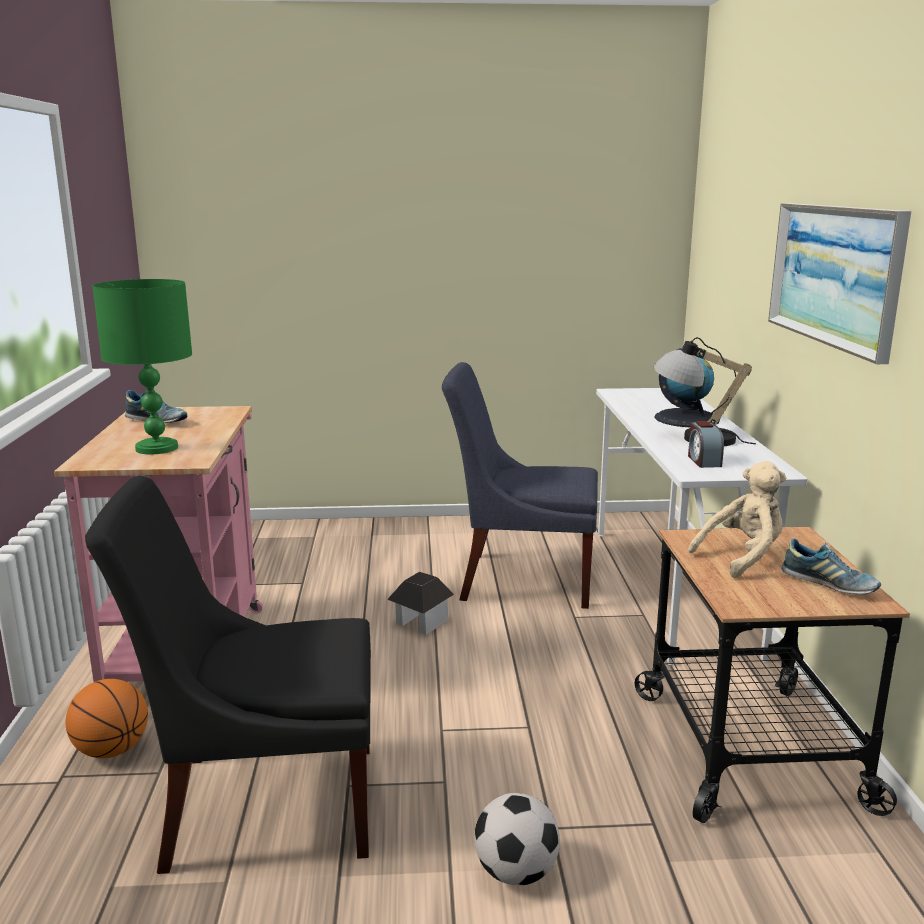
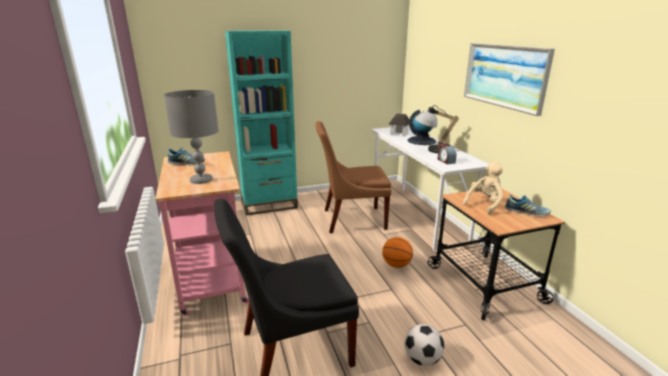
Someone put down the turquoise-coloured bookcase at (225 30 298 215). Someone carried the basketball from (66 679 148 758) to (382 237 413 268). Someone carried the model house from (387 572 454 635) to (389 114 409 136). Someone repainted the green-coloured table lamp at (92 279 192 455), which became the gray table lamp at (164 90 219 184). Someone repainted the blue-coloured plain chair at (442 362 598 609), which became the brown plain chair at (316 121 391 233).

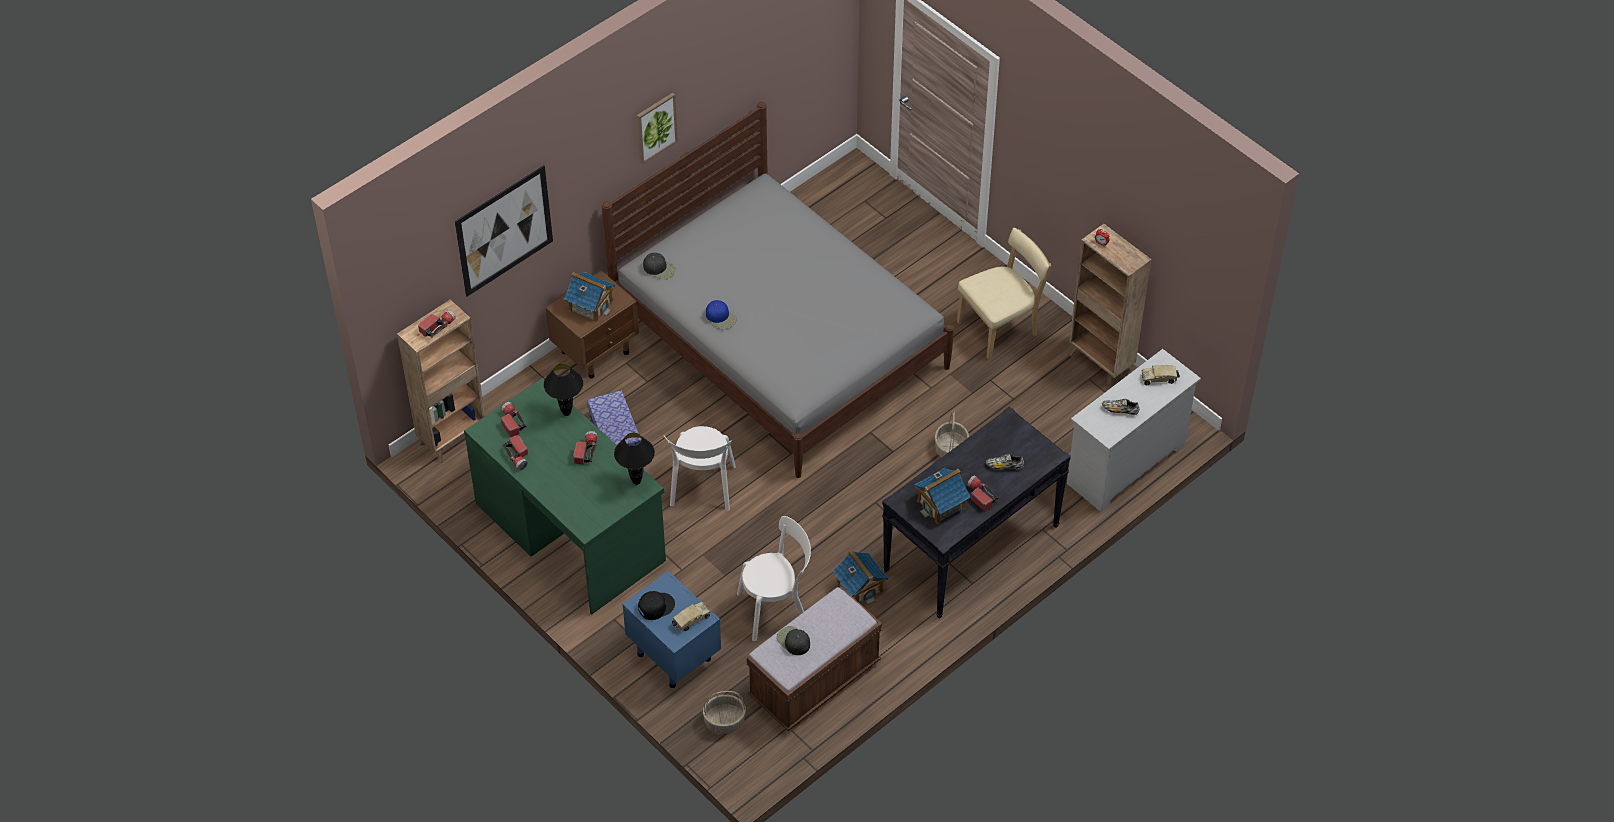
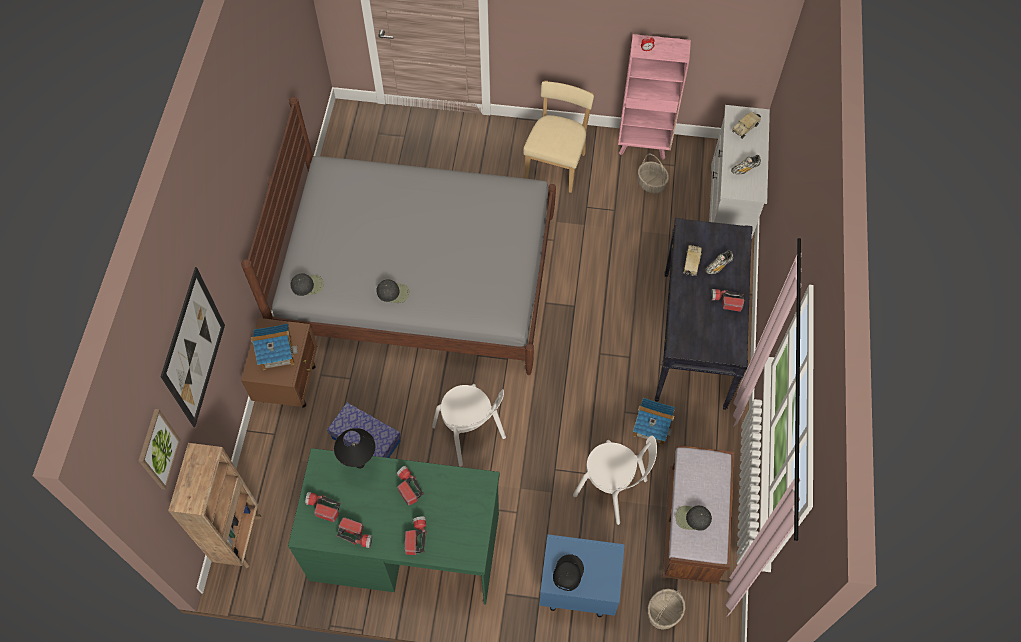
Someone took away the black table lamp at (614 433 655 485). Someone took away the model house at (914 468 970 524). Someone carried the hand torch from (418 310 456 337) to (404 516 427 555). Someone carried the wall picture from (637 93 678 164) to (138 409 180 489). Someone carried the toy lorry from (672 602 711 631) to (683 245 702 276). Someone carried the basket from (935 411 969 458) to (638 154 669 194). Someone repainted the blue-coloured baseball cap at (706 300 737 330), which became the black baseball cap at (376 279 409 303). Someone repainted the brown bookcase at (1069 224 1151 386), which became the pink-coloured bookcase at (618 34 691 159). Someone rotated the white plain chair at (737 516 811 641) by 90 degrees clockwise.

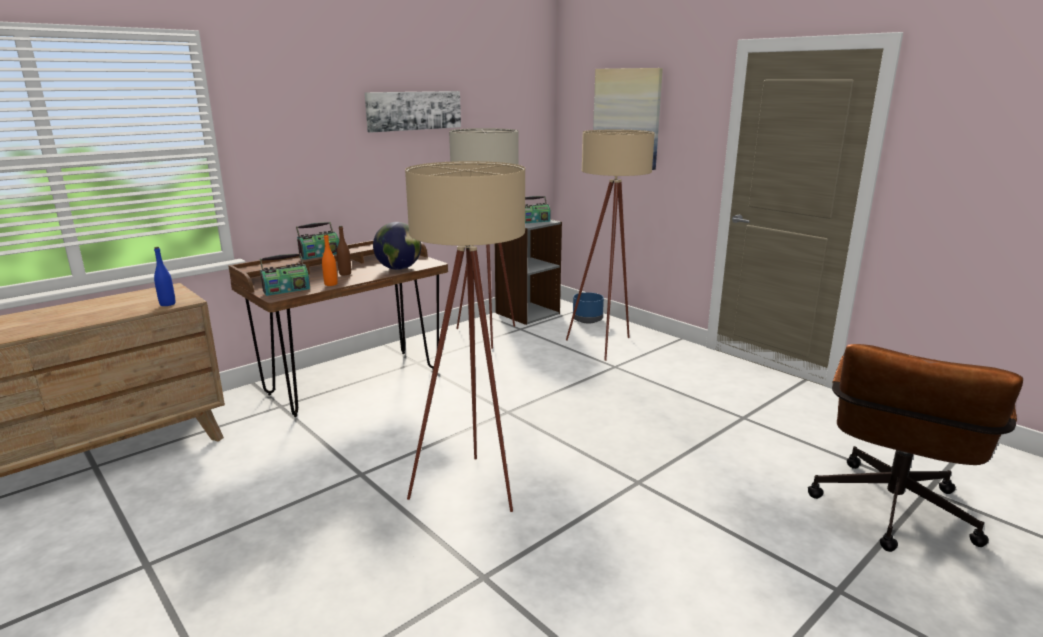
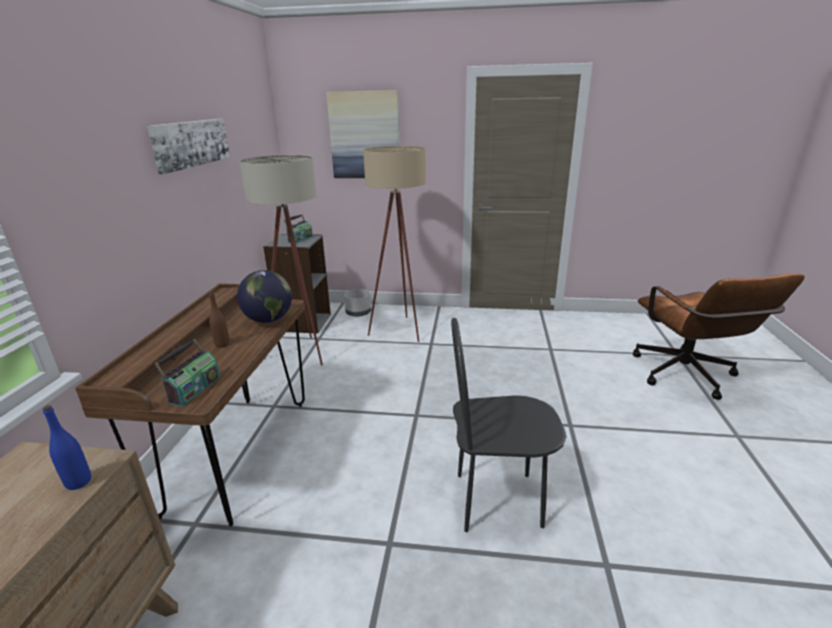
Someone took away the radio at (296 222 339 260). Someone took away the orange-coloured bottle at (322 234 338 286). Someone swapped the beige-coloured standing lamp at (405 161 525 512) for the black plain chair at (451 318 567 532). Someone repainted the blue-coloured planter at (573 292 604 323), which became the gray planter at (344 289 371 317).

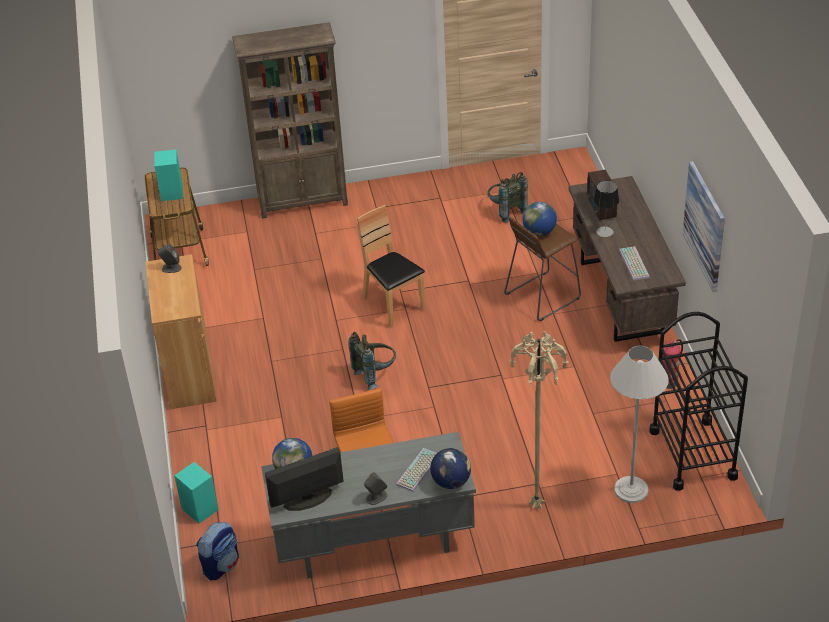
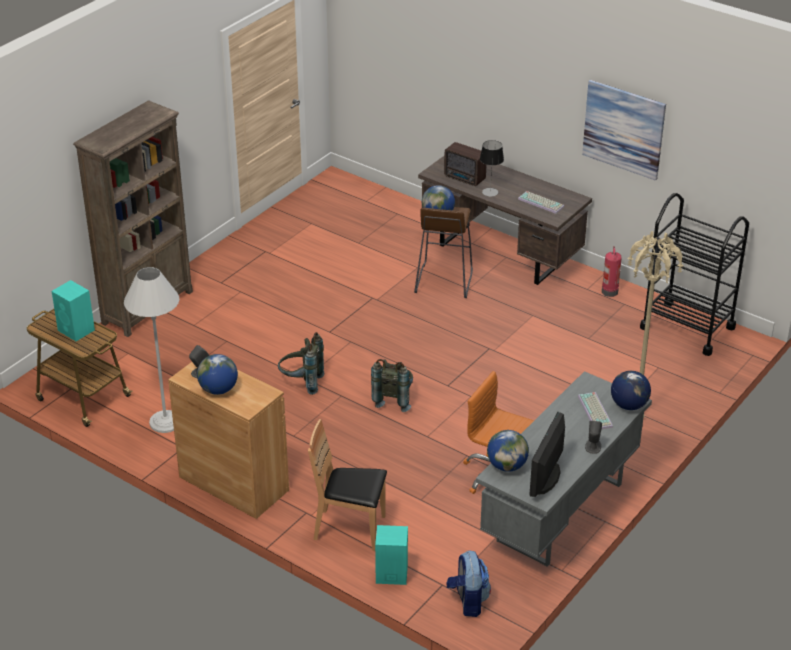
Someone put down the world globe at (197 354 238 395). Someone carried the brown plain chair from (357 205 425 328) to (308 419 387 551). Someone carried the gray backpack from (487 172 528 223) to (278 332 325 395). Someone carried the white standing lamp from (610 345 669 503) to (124 267 179 433).

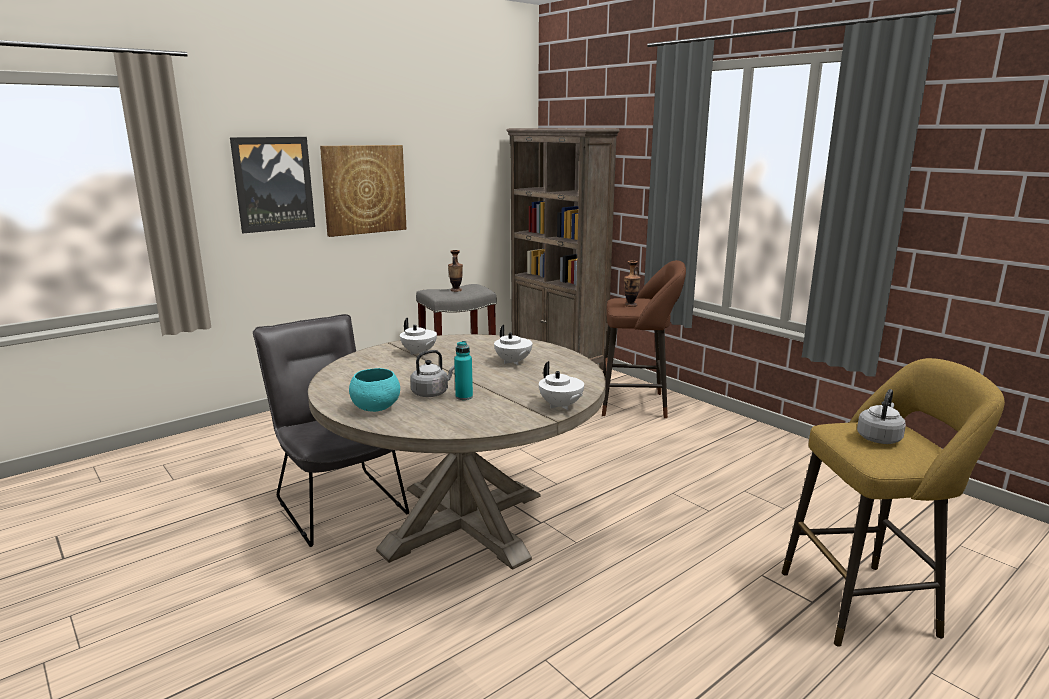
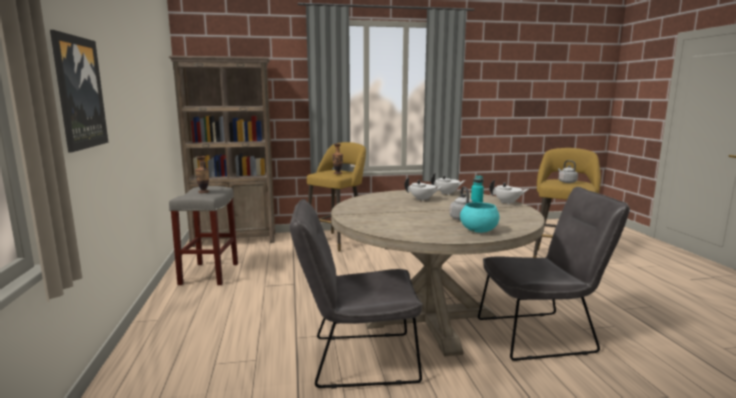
Someone took away the wall picture at (320 145 406 237). Someone put down the gray plain chair at (478 187 630 361). Someone carried the white tea pot from (400 318 437 355) to (431 173 466 195). Someone repainted the brown stool at (602 260 686 418), which became the yellow stool at (307 142 366 251).

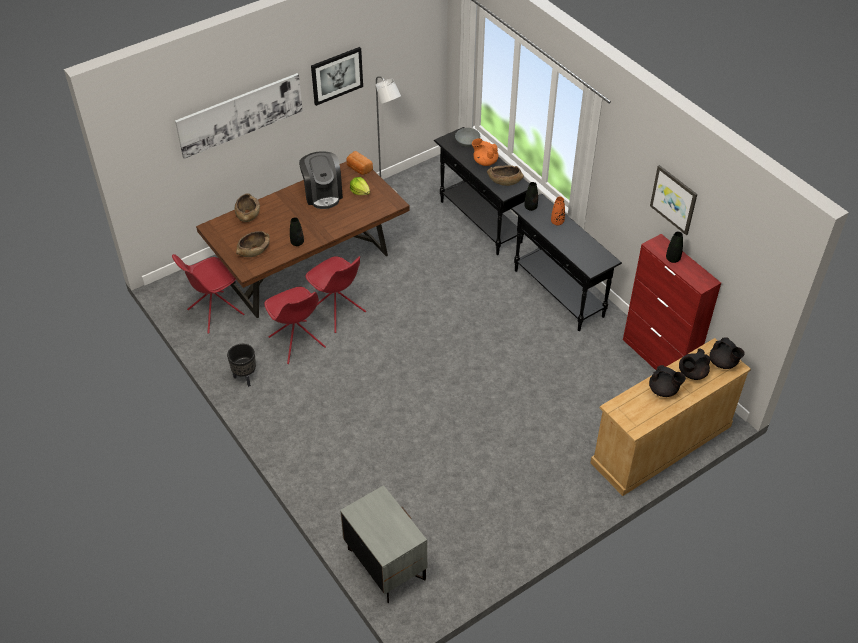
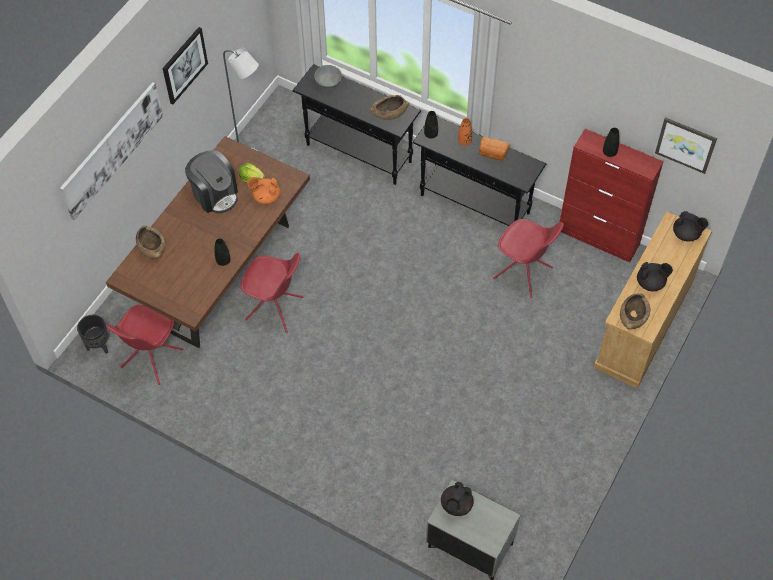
Someone carried the black planter from (227 344 256 387) to (77 315 108 354). Someone carried the brown bowl from (236 231 270 257) to (620 293 650 330). Someone carried the red-coloured plain chair from (264 287 326 364) to (493 219 564 298). Someone carried the bread from (346 151 373 175) to (479 137 510 161). Someone carried the orange-coloured tea pot from (472 138 498 166) to (248 177 280 204). Someone carried the wall picture from (650 165 697 235) to (655 117 717 174). Someone carried the black tea pot from (679 349 710 380) to (441 482 474 516).

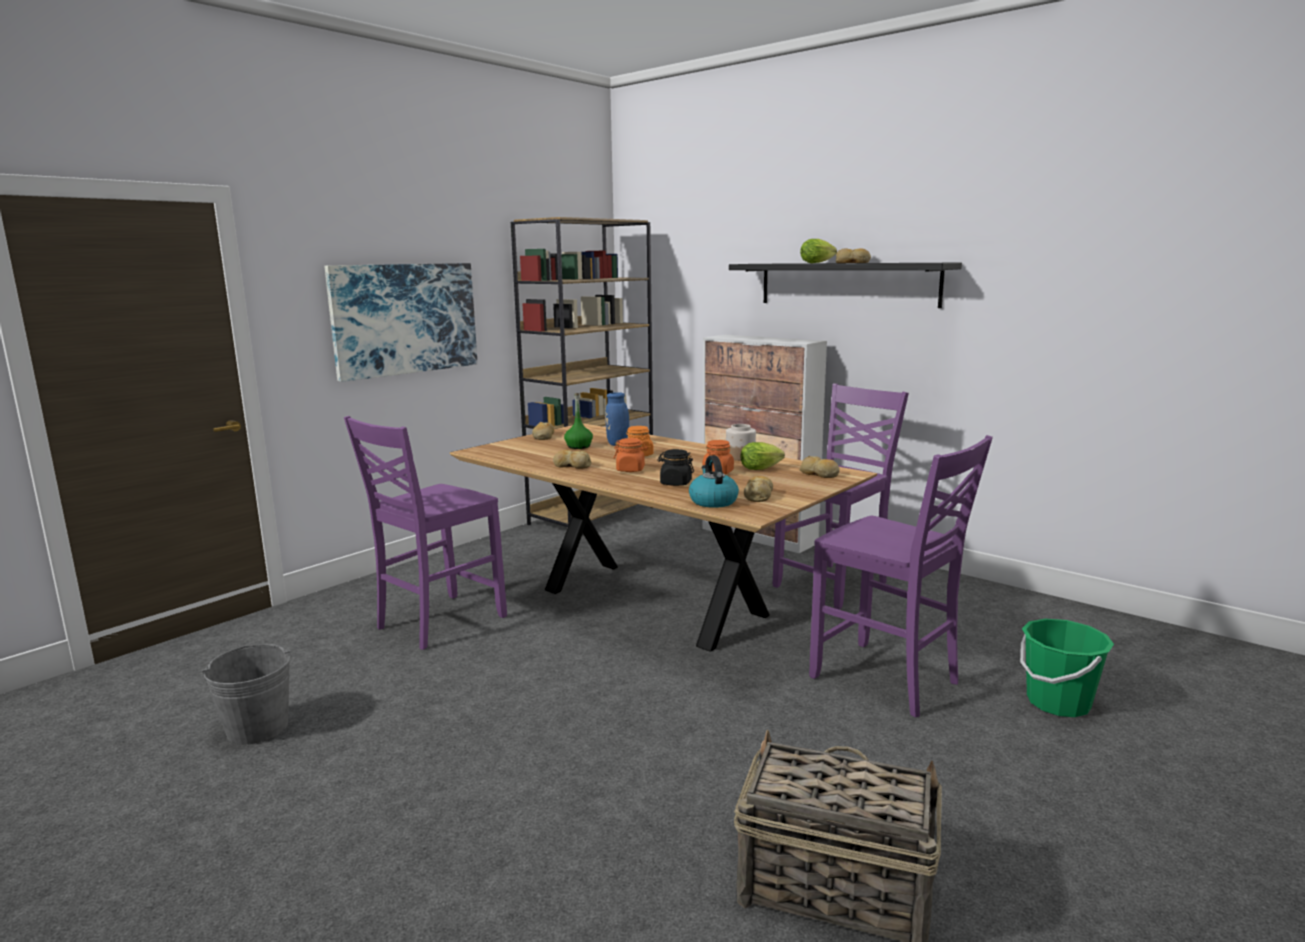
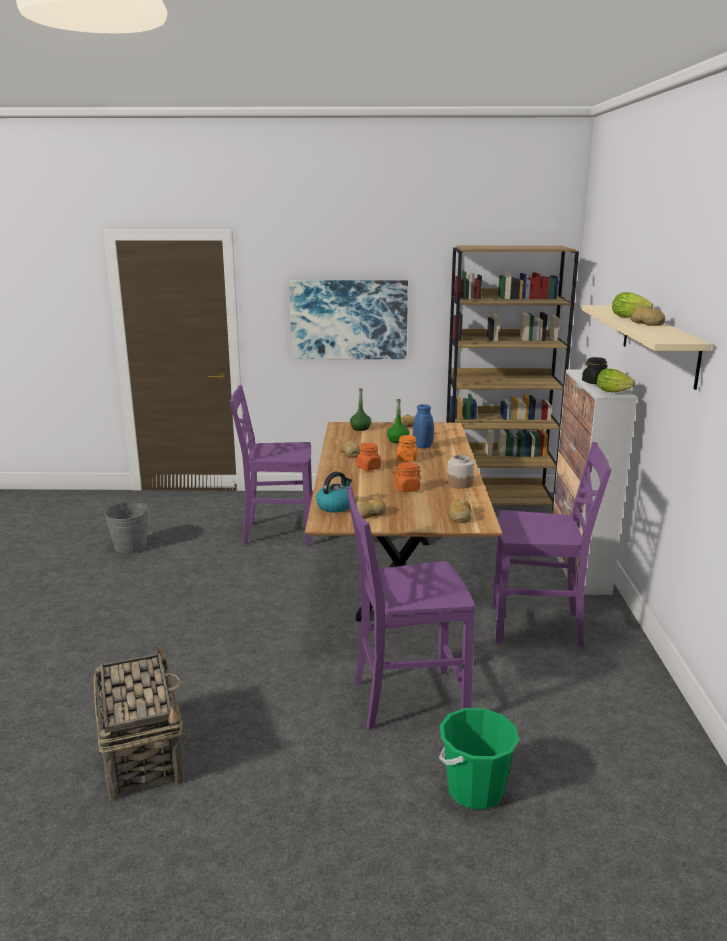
Someone put down the green-coloured bottle at (350 388 371 431). Someone carried the black jar from (657 449 694 486) to (582 357 607 384). Someone carried the lettuce head from (740 442 785 470) to (597 369 635 392). Someone repainted the black bracket shelf at (729 263 962 308), which became the beige-coloured bracket shelf at (582 305 712 390). Someone rotated the purplish plain chair at (809 435 993 718) by 75 degrees clockwise.

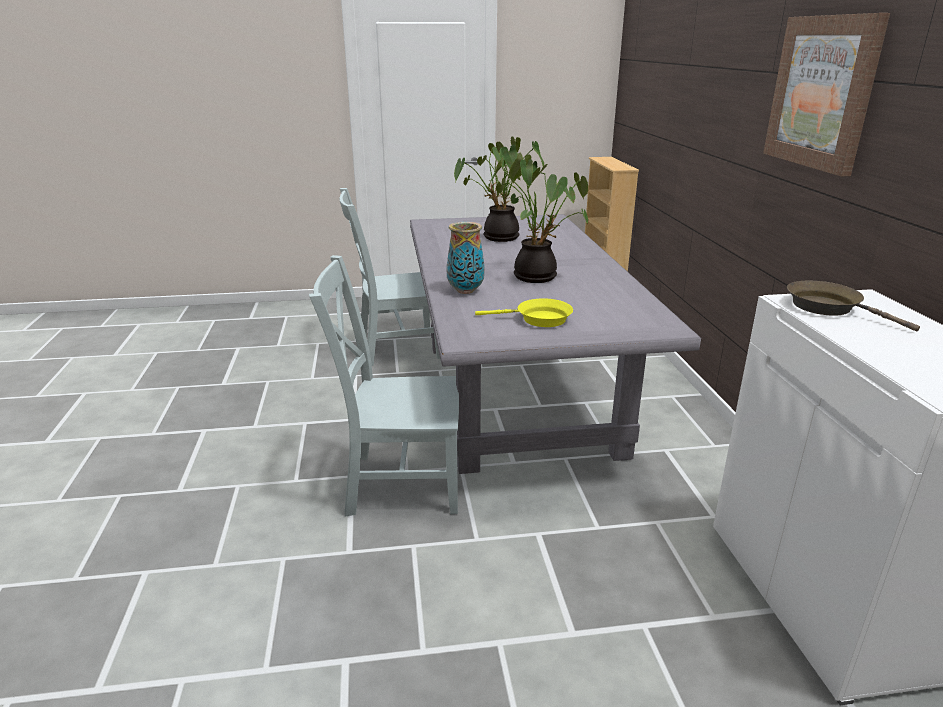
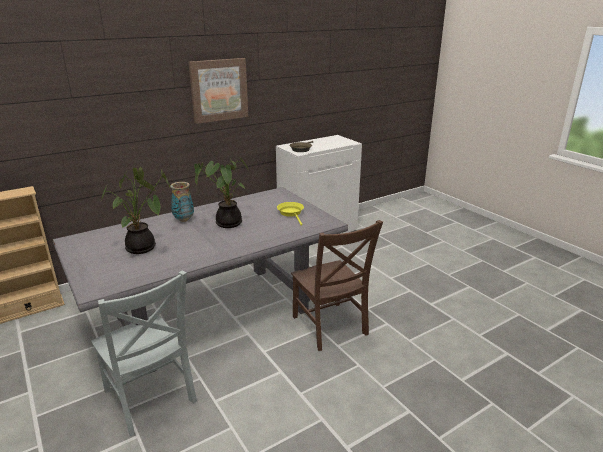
Someone carried the decorative vase from (446 222 485 294) to (170 182 194 222). Someone repainted the gray plain chair at (309 255 459 516), which became the brown plain chair at (291 220 383 351).

